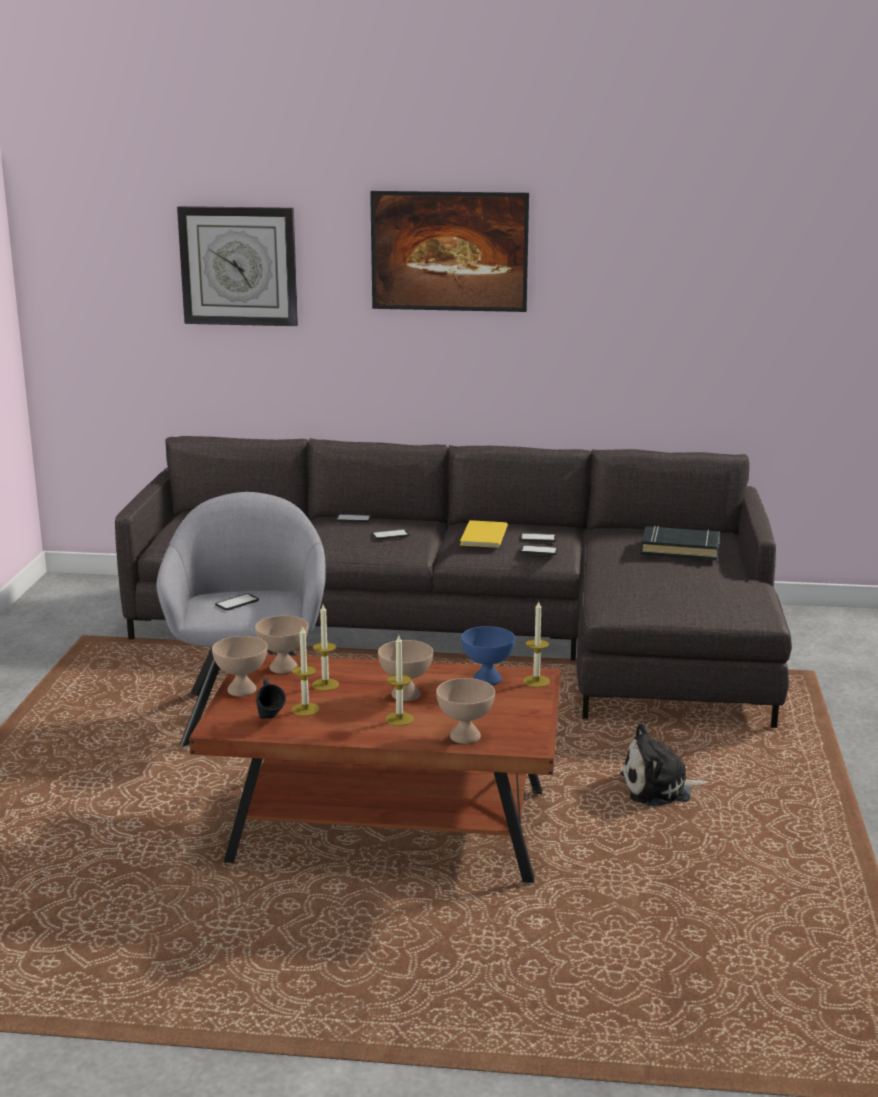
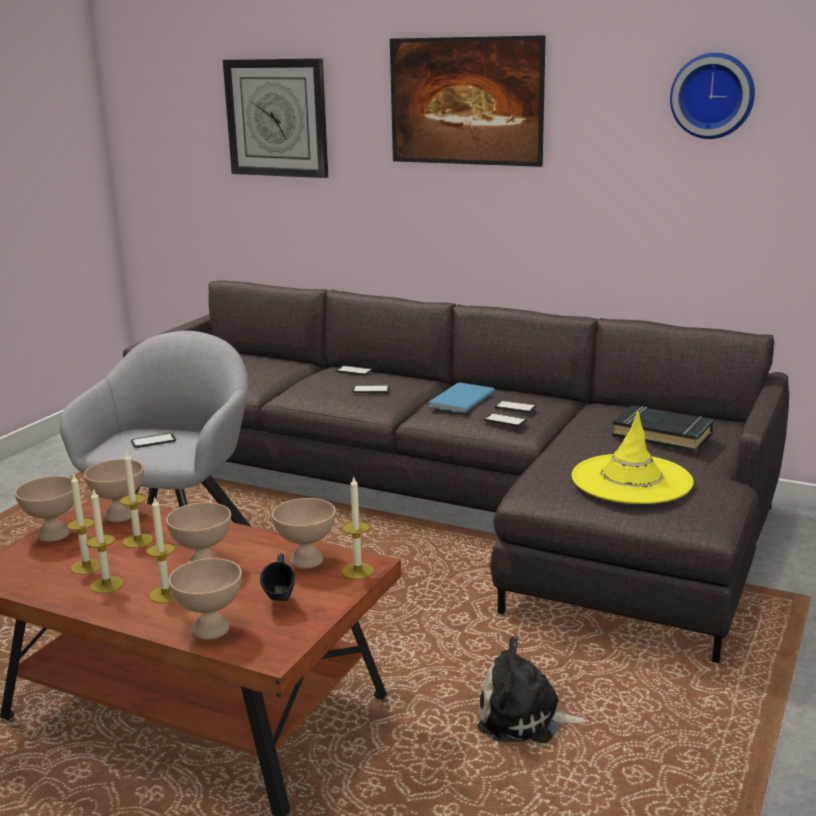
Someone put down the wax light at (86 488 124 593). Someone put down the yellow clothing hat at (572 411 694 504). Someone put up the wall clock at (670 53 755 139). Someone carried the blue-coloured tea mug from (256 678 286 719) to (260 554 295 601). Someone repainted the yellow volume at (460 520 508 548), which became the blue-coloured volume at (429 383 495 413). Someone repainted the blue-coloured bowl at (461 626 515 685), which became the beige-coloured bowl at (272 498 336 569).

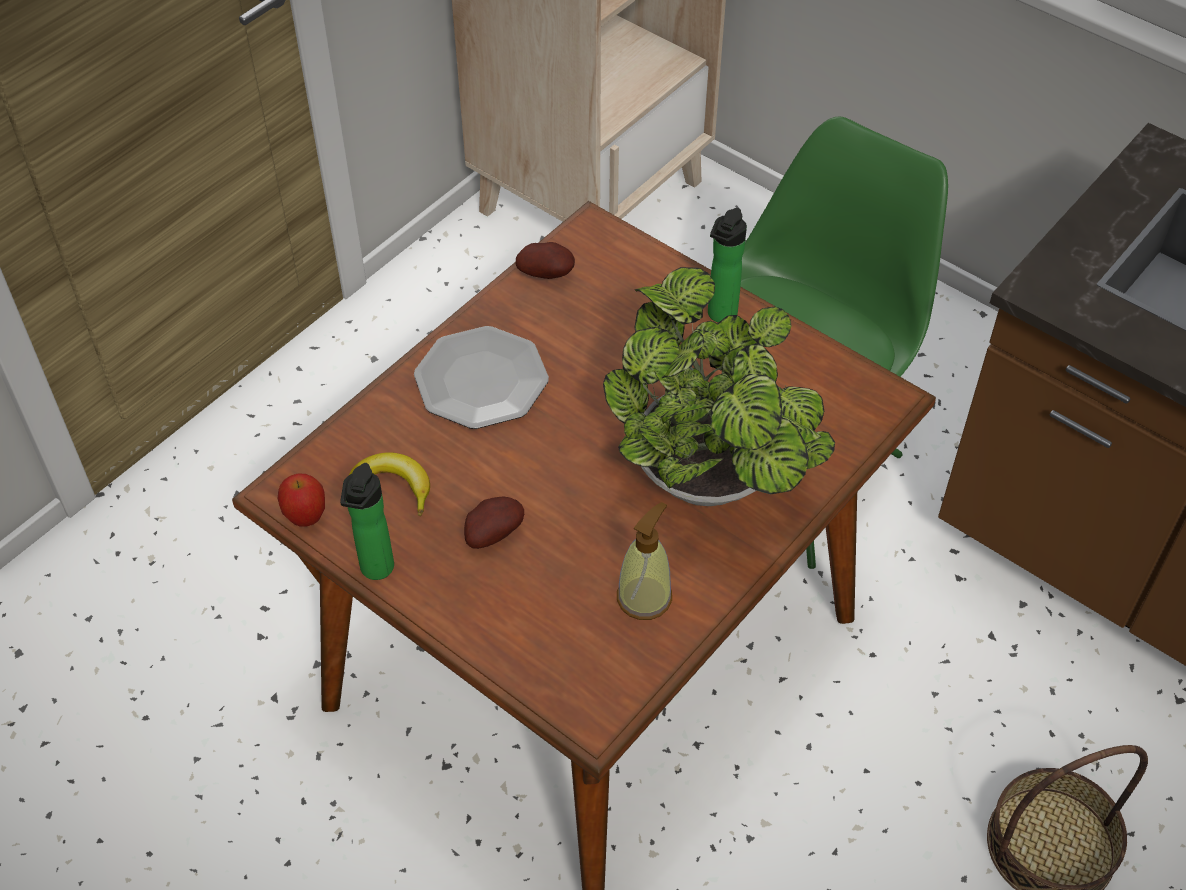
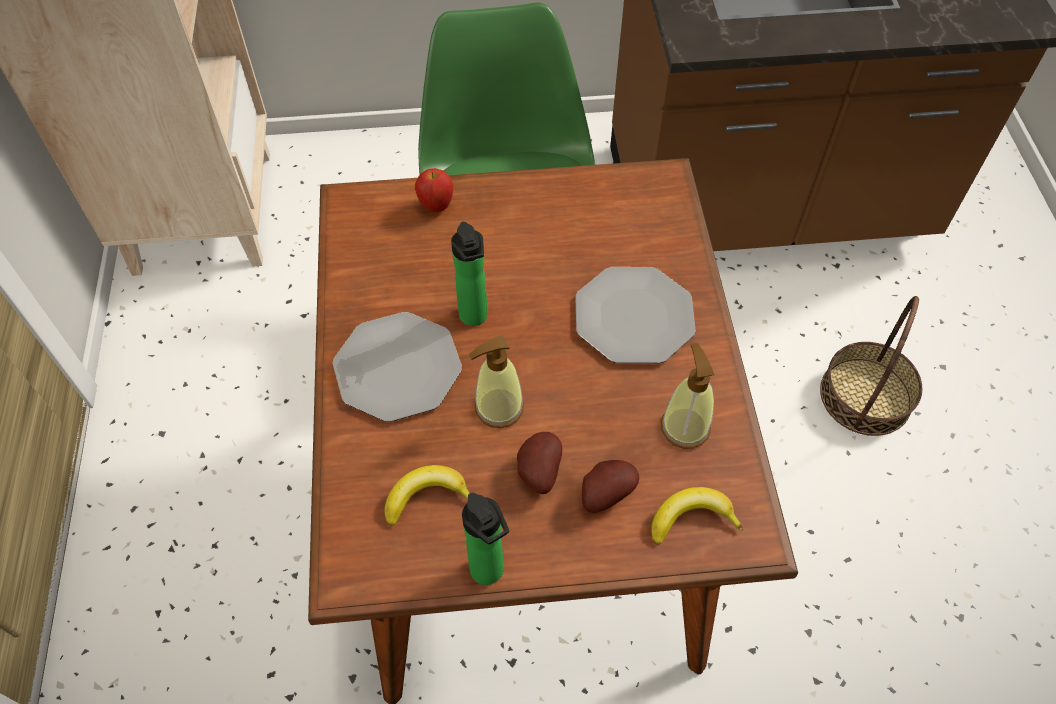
Someone put down the soap dispenser at (469 335 524 428). Someone put down the banana at (651 487 743 545). Someone carried the whole apple from (277 473 325 527) to (415 168 453 212). Someone carried the potato from (516 242 575 279) to (582 460 639 513). Someone carried the bottle from (708 208 747 323) to (451 222 488 326). Someone swapped the plant in a pot at (603 267 835 506) for the dinner plate at (575 267 696 363).

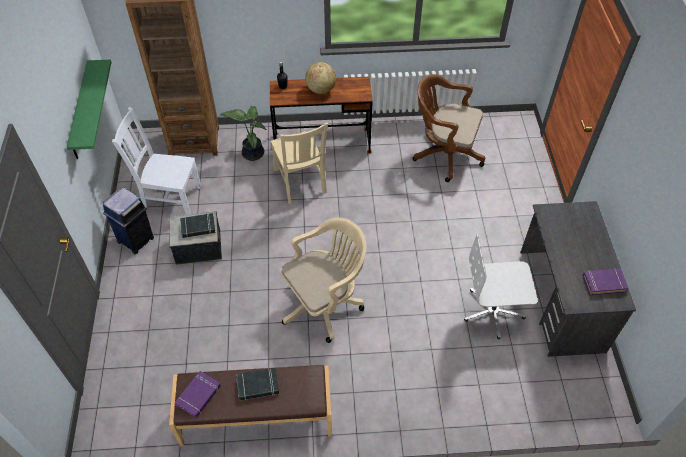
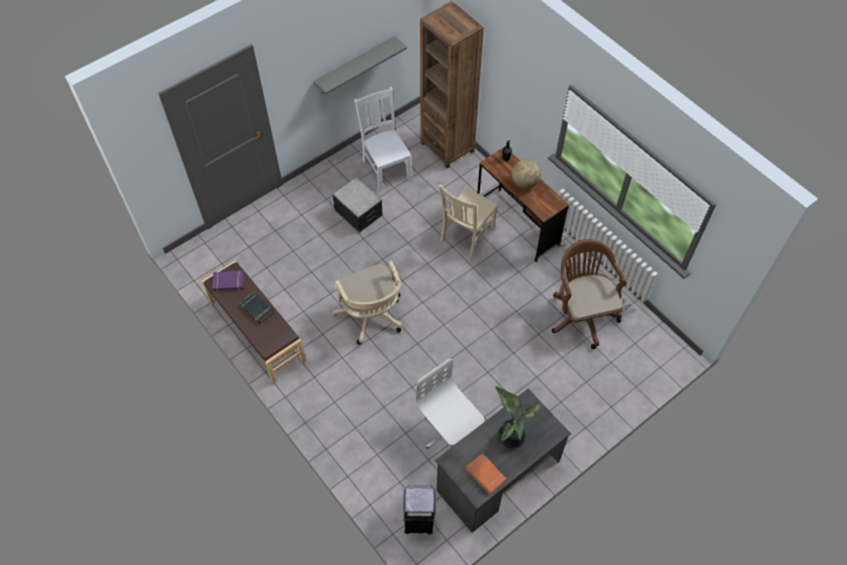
Someone took away the black volume at (180 213 215 238). Someone carried the blue-coloured waste bin from (103 187 154 254) to (403 485 436 535). Someone carried the plant in a pot from (220 106 267 161) to (495 386 543 448). Someone repainted the green-coloured bracket shelf at (67 60 112 159), which became the gray bracket shelf at (313 36 407 95). Someone repainted the purplish volume at (582 268 629 295), which became the orange-coloured volume at (466 454 506 495). Someone rotated the beige-coloured office chair at (280 218 366 343) by 45 degrees clockwise.

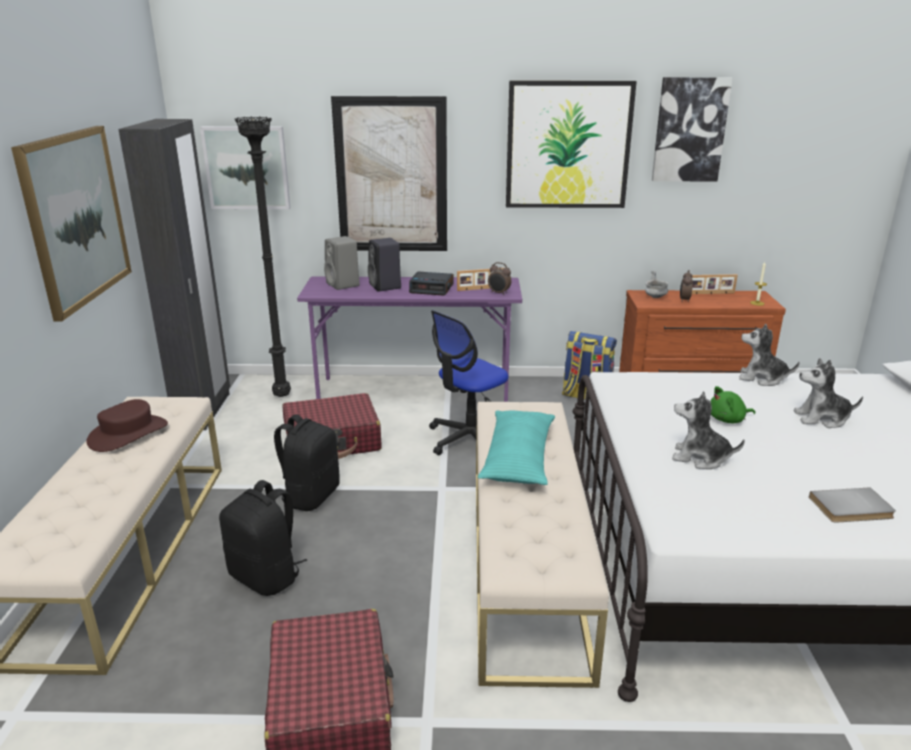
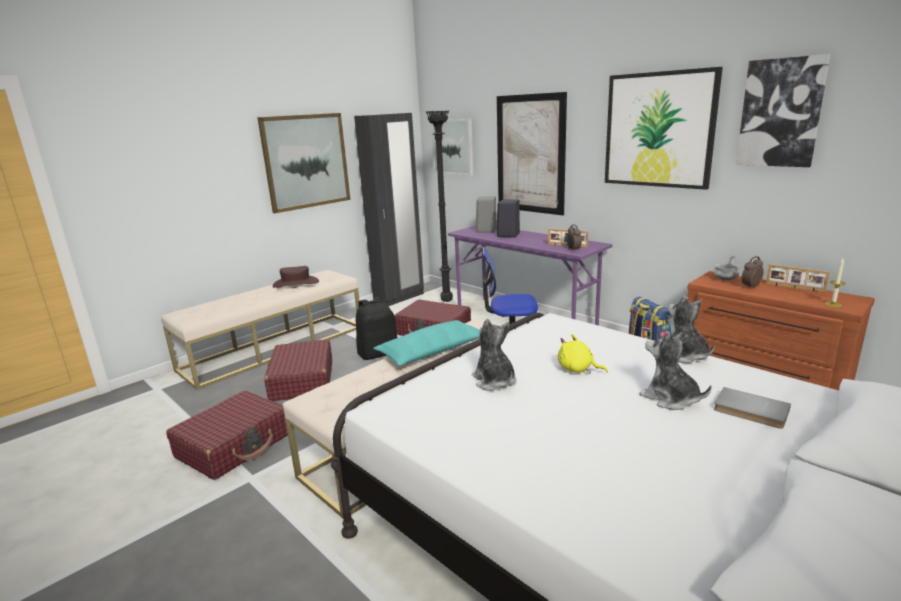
Someone took away the bedside clock at (409 272 454 296). Someone carried the gray volume from (809 487 896 523) to (714 387 791 429). Someone swapped the black backpack at (219 480 307 596) for the red-coloured travel case at (264 339 332 401). Someone repainted the green-coloured cuddly toy at (710 386 755 424), which became the yellow cuddly toy at (558 334 608 374).

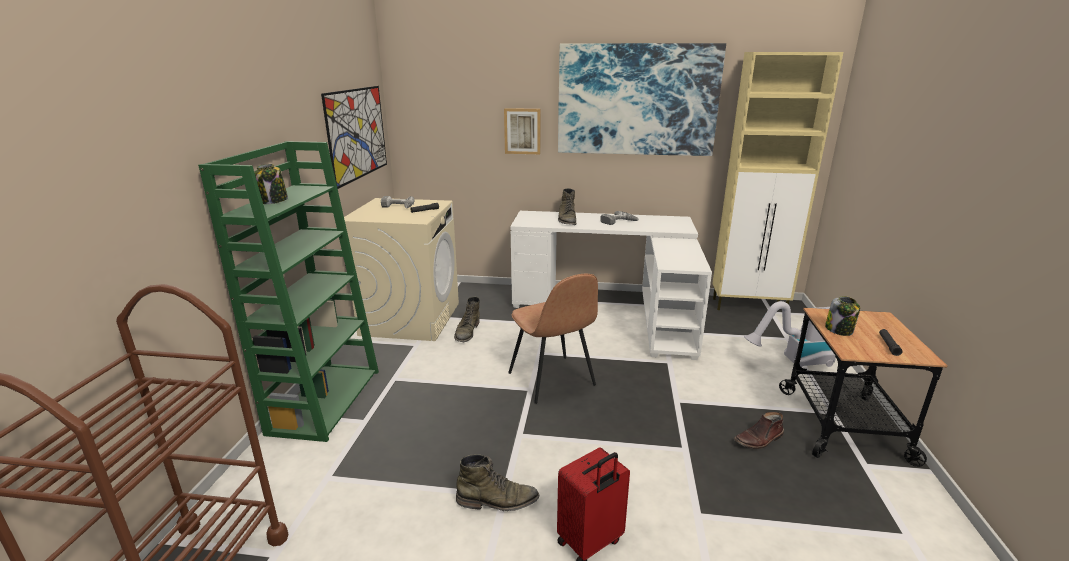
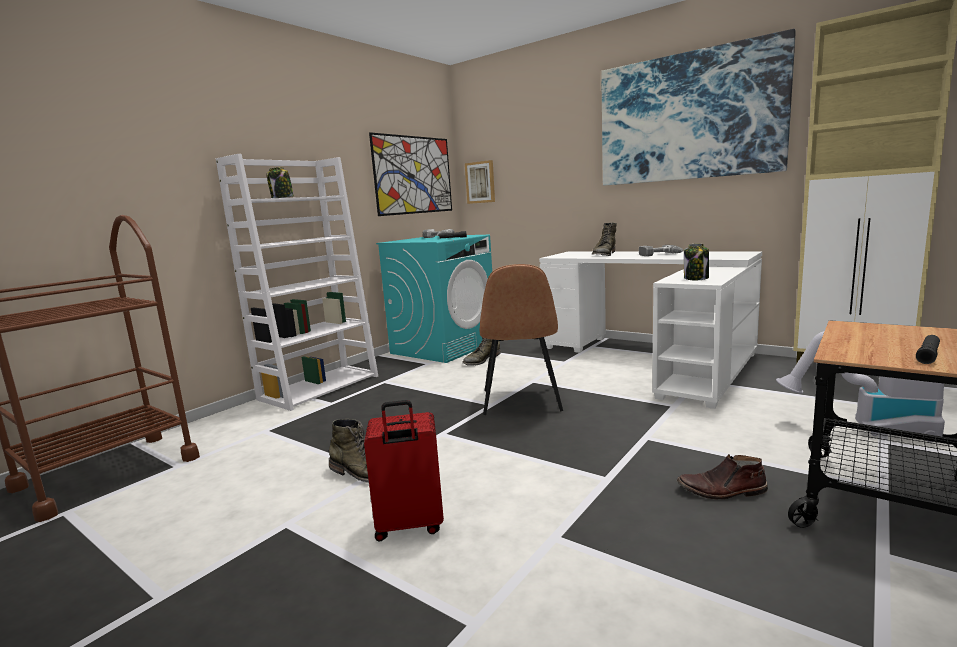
Someone carried the wall picture from (504 108 541 154) to (465 160 495 204). Someone carried the jar from (825 296 860 336) to (684 244 709 280). Someone repainted the green-coloured bookcase at (198 141 379 442), which became the white bookcase at (216 154 378 411). Someone repainted the beige-coloured laundry appliance at (344 198 459 341), which became the turquoise-coloured laundry appliance at (376 235 492 363).

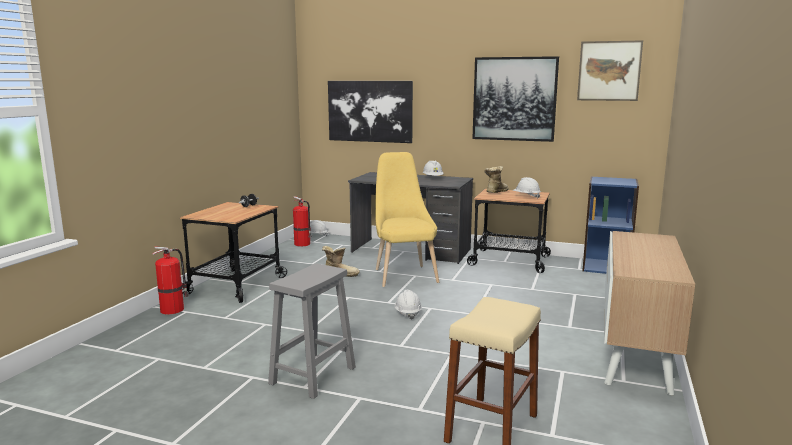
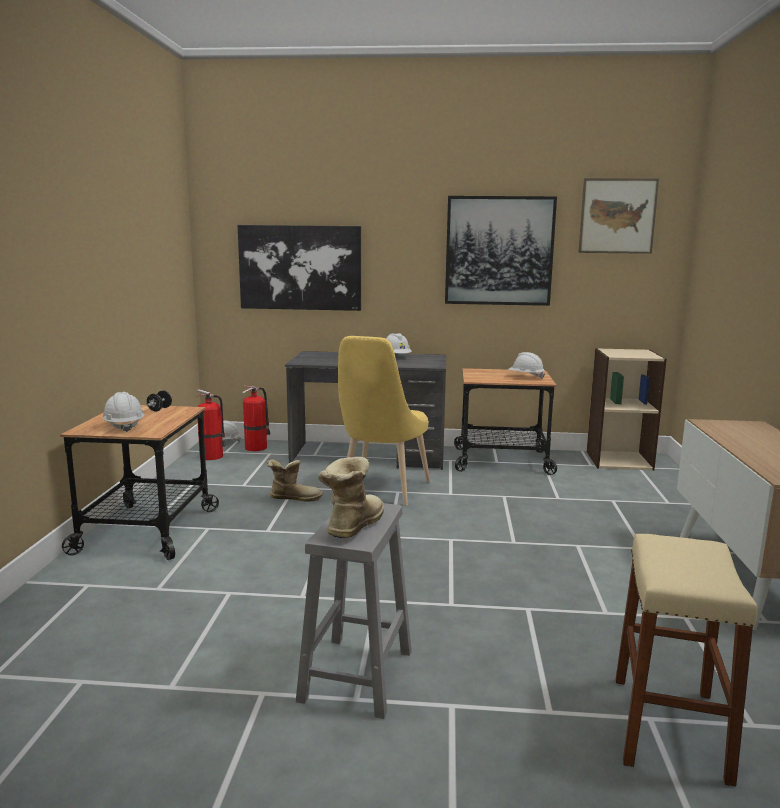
Someone carried the extinguisher from (153 246 189 314) to (242 385 271 451). Someone carried the white work helmet from (395 290 422 320) to (102 392 144 432). Someone carried the boot from (484 166 509 193) to (318 457 384 538). Someone repainted the blue-coloured bookcase at (582 176 639 274), which became the beige-coloured bookcase at (587 348 667 470). Someone rotated the yellow plain chair at (375 152 439 287) by 135 degrees counterclockwise.

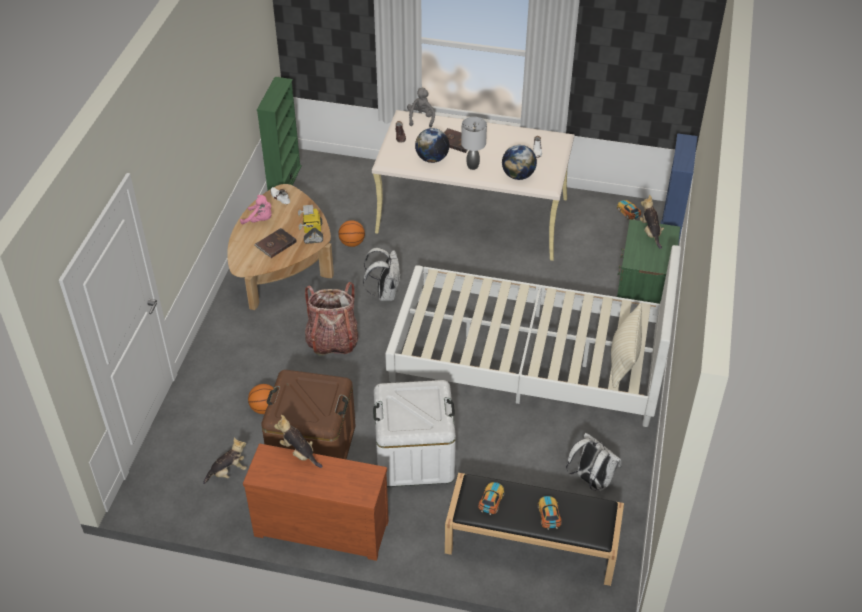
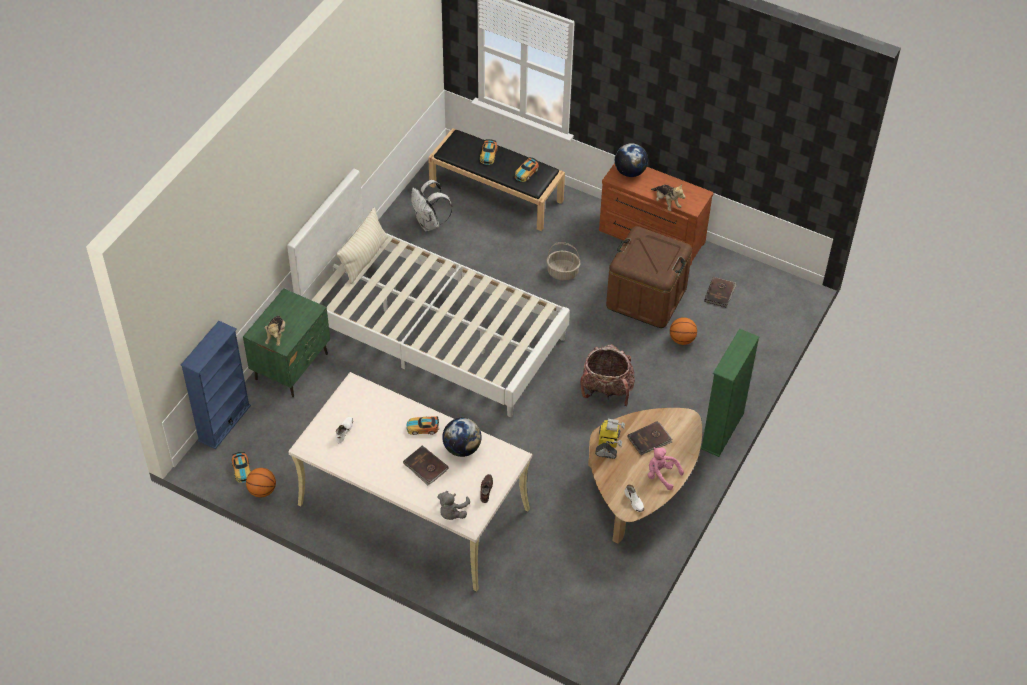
Someone took away the white backpack at (363 248 401 301). Someone carried the green-coloured bookcase from (257 77 302 190) to (700 329 759 457). Someone carried the basketball from (338 220 365 247) to (246 468 276 497). Someone carried the world globe from (502 145 537 180) to (615 143 648 177). Someone swapped the cuddly toy at (203 438 247 484) for the brown volume at (704 277 737 308). Someone swapped the white storage box at (373 380 456 487) for the basket at (547 242 580 280). Someone swapped the gray table lamp at (461 117 487 170) for the model car at (406 416 439 435).

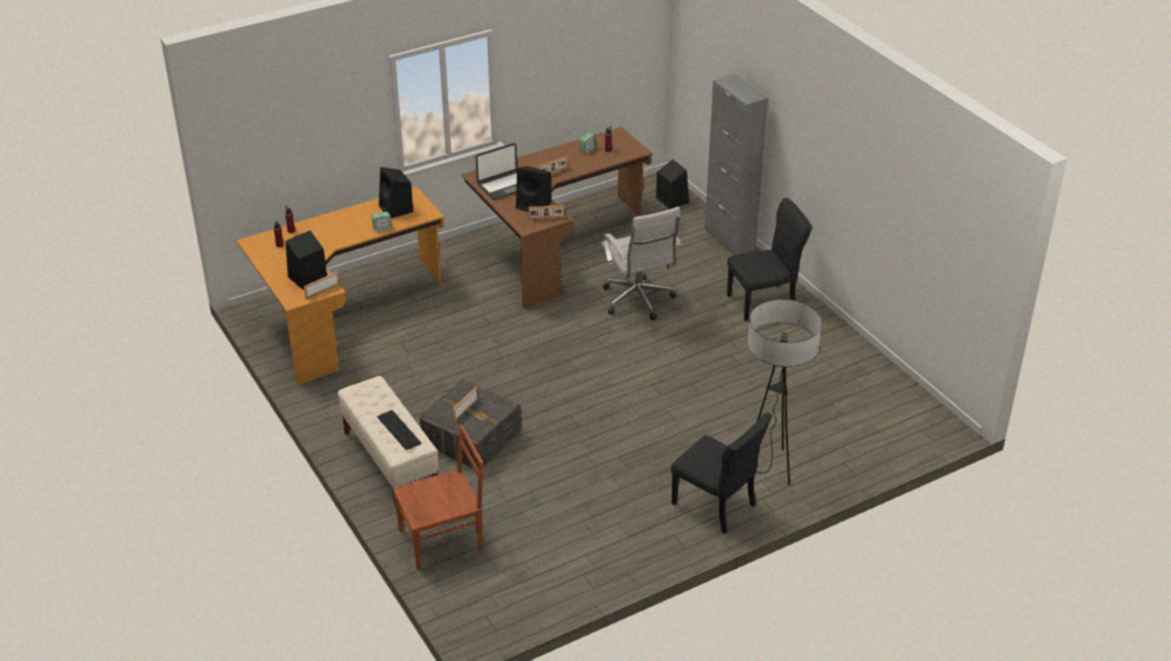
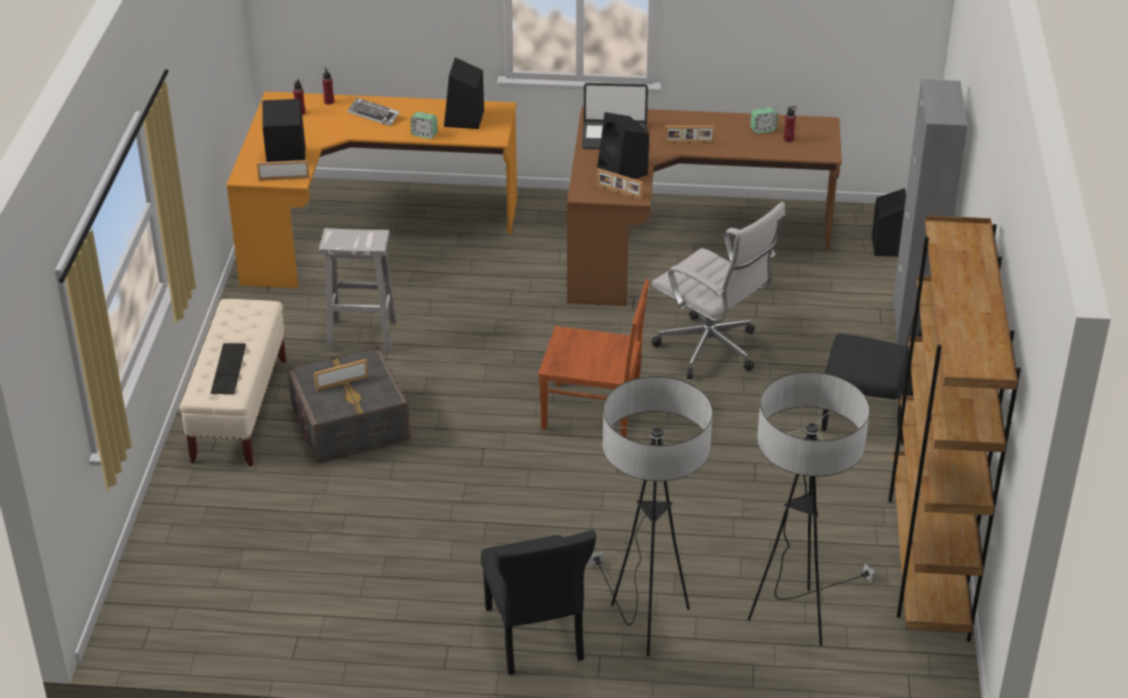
Someone put down the white stool at (319 228 397 352). Someone put down the keyboard at (347 98 400 126). Someone put down the standing lamp at (747 372 877 646). Someone put down the brown bookcase at (888 215 1021 642). Someone carried the brown plain chair from (392 425 483 570) to (538 279 649 438). Someone rotated the white office chair at (601 207 681 320) by 60 degrees counterclockwise.

